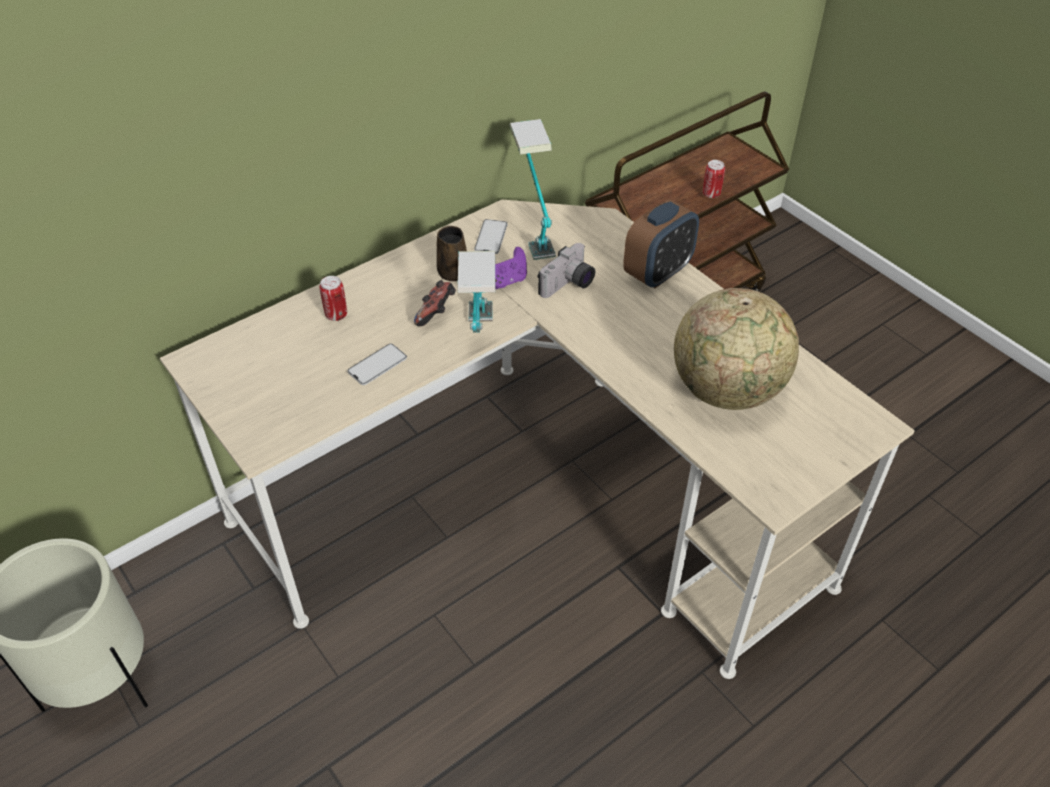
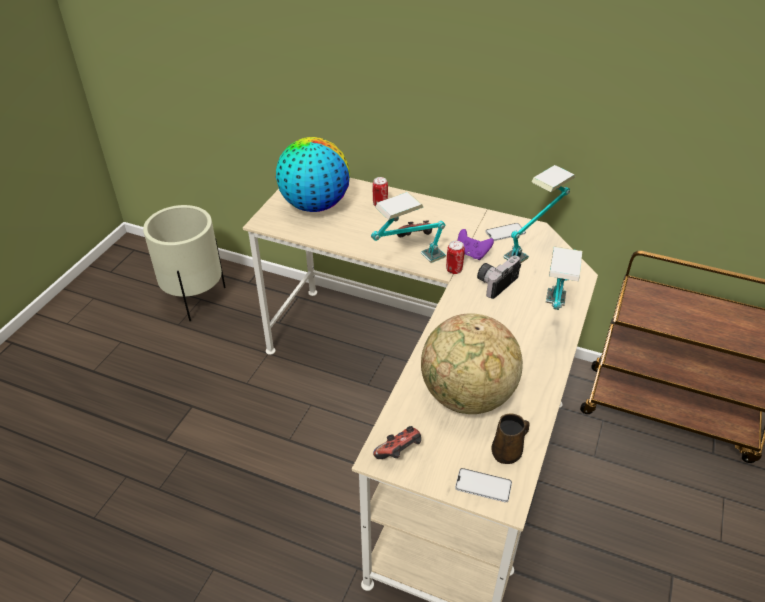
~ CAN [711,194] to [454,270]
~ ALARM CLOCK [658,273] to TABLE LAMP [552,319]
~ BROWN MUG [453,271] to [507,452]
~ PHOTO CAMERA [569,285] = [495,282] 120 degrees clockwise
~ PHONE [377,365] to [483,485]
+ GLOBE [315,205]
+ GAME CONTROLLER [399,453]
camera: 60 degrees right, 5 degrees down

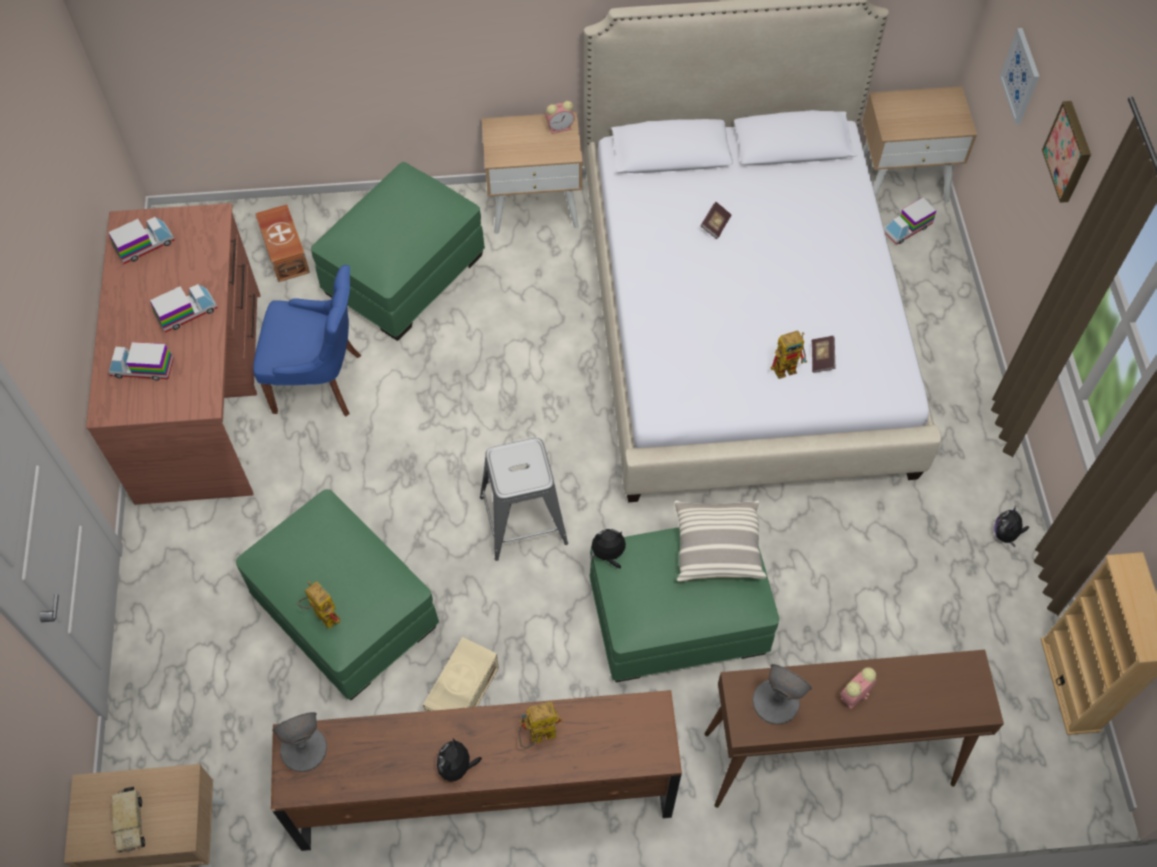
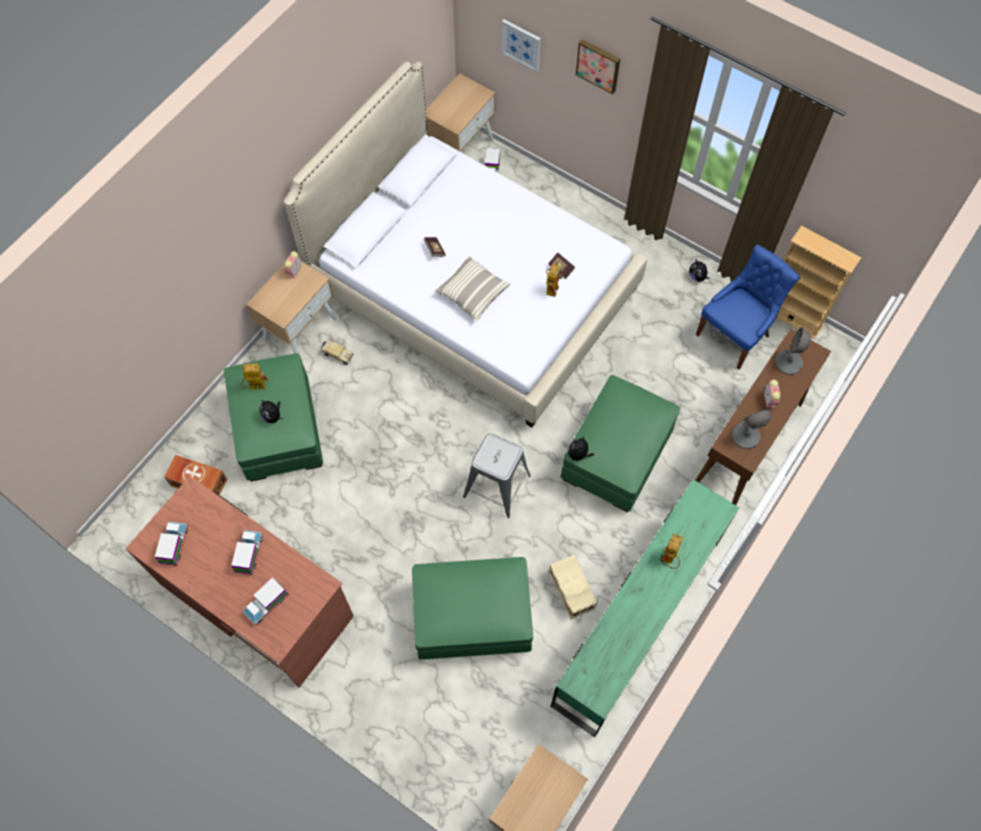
~ BLUE CHAIR [320,382] to [734,335]
~ PILLOW [717,547] to [472,293]
~ TOY ROBOT [322,614] to [254,387]
~ BROWN DRESSER [485,794] to GREEN DRESSER [637,621]
~ GREY TABLE LAMP [303,749] to [788,362]
~ PLUSH TOY [457,767] to [273,416]
~ TOY TRUCK [130,822] to [337,354]
camera: 50 degrees left, 5 degrees up

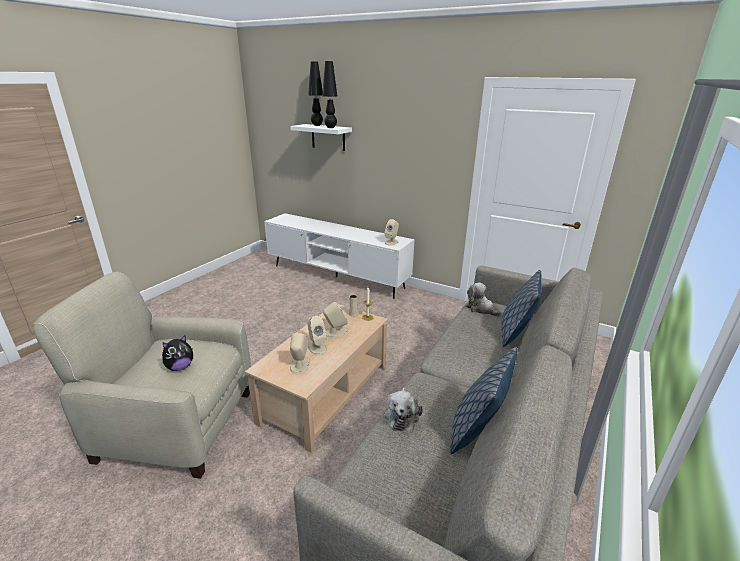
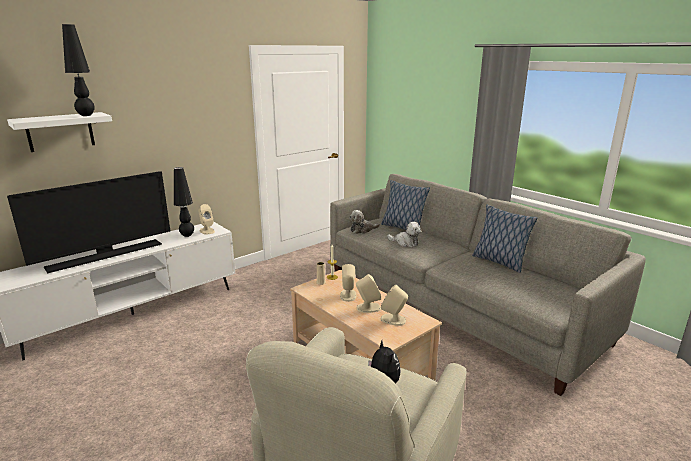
~ BLACK TABLE LAMP [317,125] to [187,235]
~ PLUSH TOY [401,415] to [405,243]
+ TELEVISION [106,255]
camera: 70 degrees left, 5 degrees down

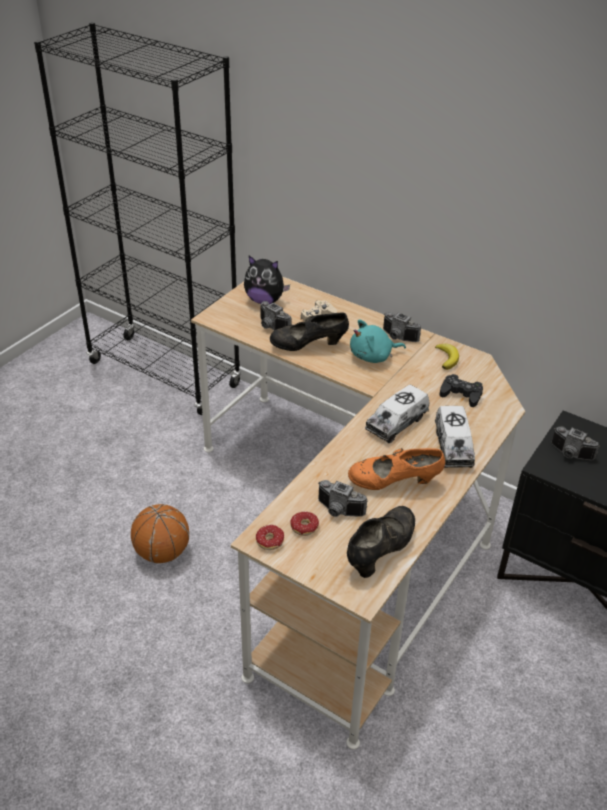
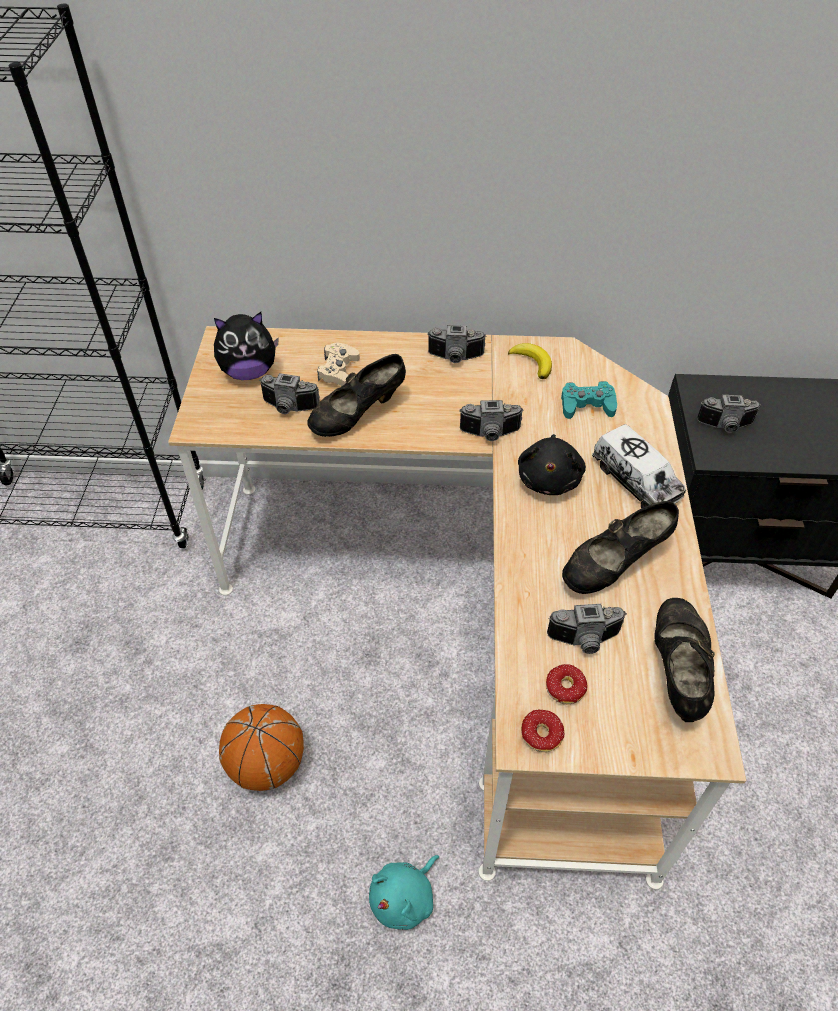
~ TURQUOISE PLUSH TOY [373,356] to [405,898]
~ BLACK GAME CONTROLLER [461,394] to TURQUOISE GAME CONTROLLER [586,405]
~ TOY TRUCK [397,423] to BLACK PLUSH TOY [549,478]
~ ORANGE SHOE [394,483] to BLACK SHOE [614,565]
+ PHOTO CAMERA [490,435]
camera: 30 degrees left, 10 degrees up

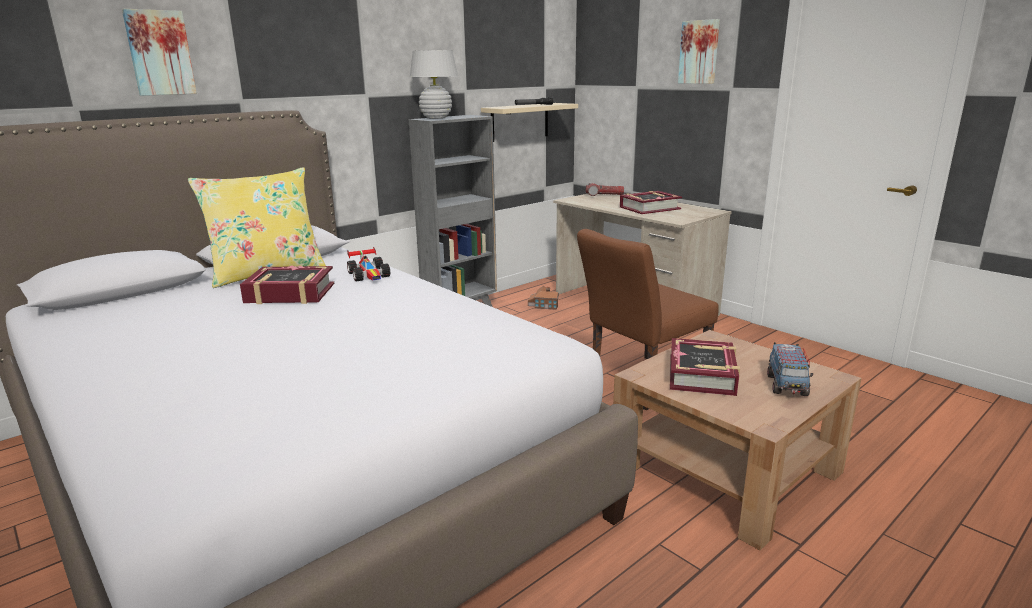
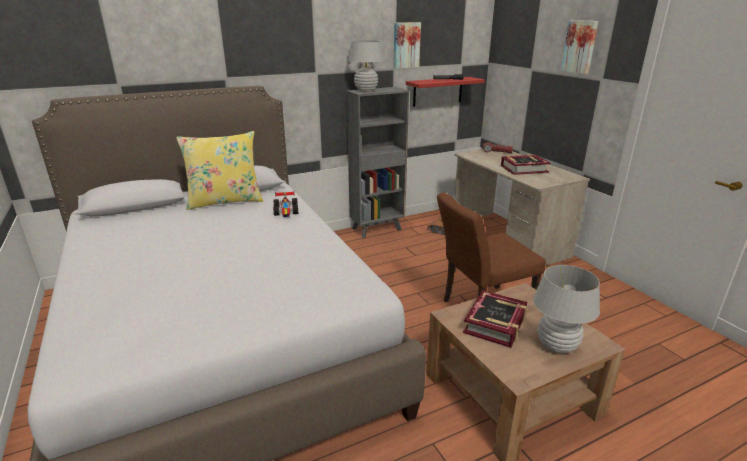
~ PICTURE [159,53] to [406,45]
~ BEIGE SHELF [520,122] to RED SHELF [437,91]
- BOOK [290,293]
~ TOY TRUCK [787,386] to WHITE TABLE LAMP [557,346]
camera: 15 degrees right, 5 degrees up

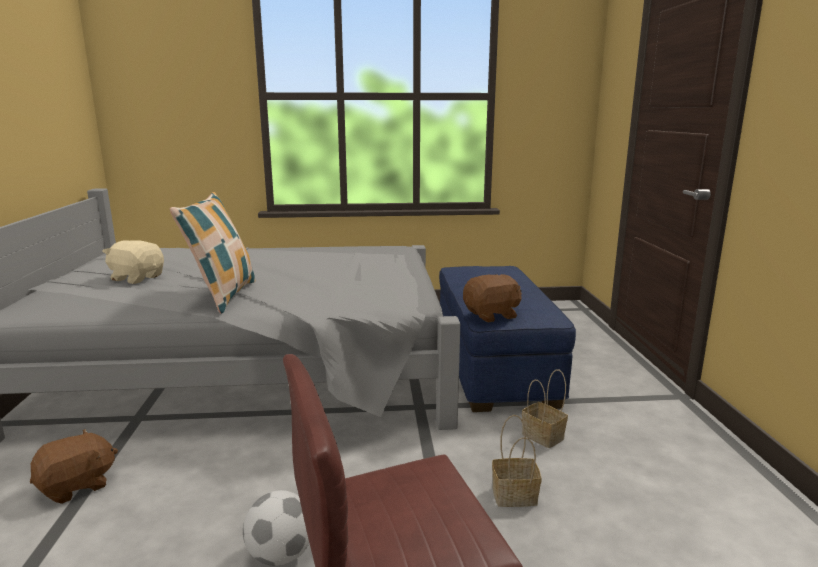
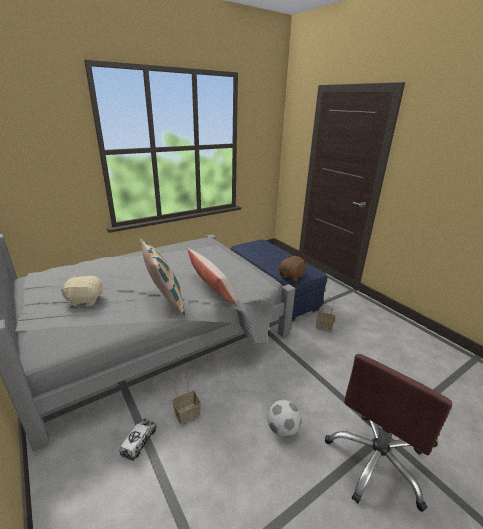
~ BASKET [513,496] to [186,414]
~ BROWN PLUSH TOY [77,486] to TOY TRUCK [139,442]
+ BEIGE PILLOW [211,289]
camera: 30 degrees left, 10 degrees up

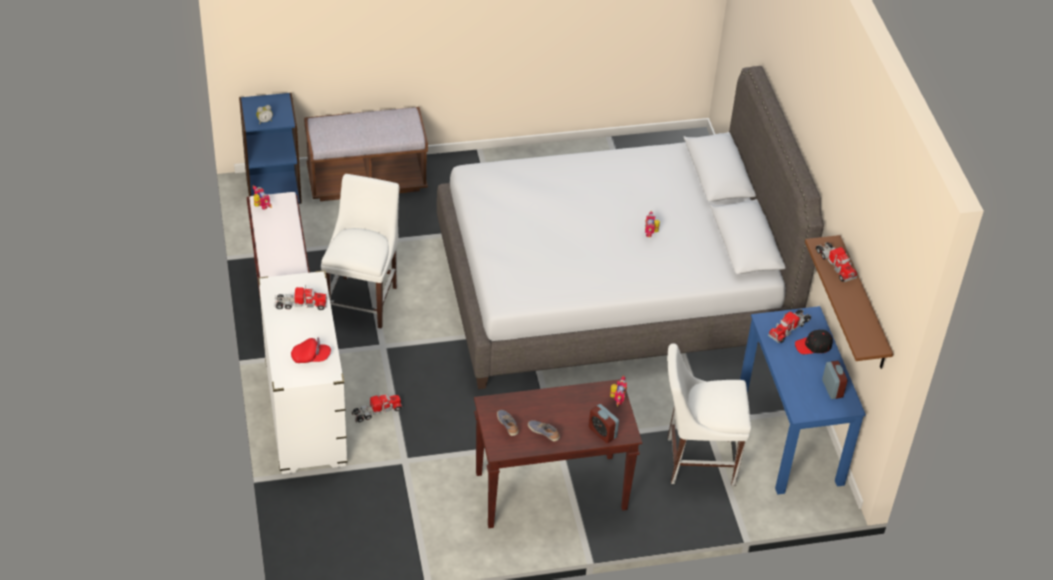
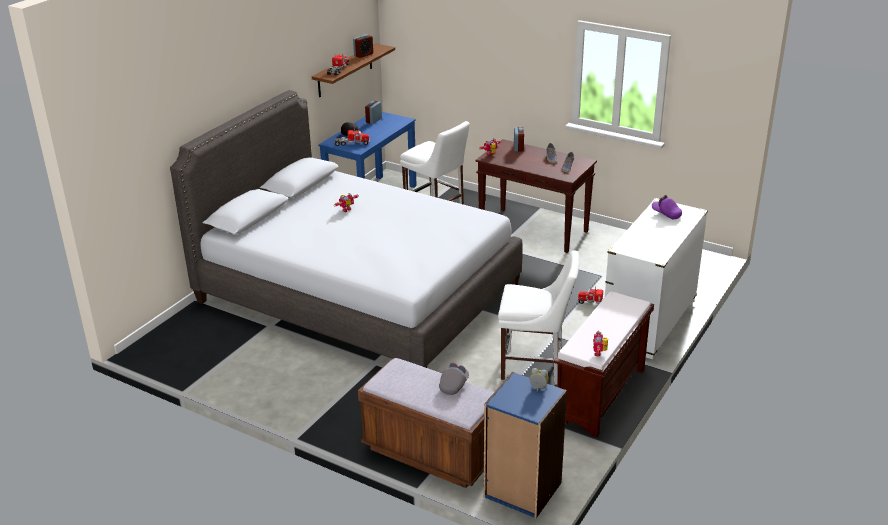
~ WHITE CHAIR [364,299] = [535,367] 135 degrees counterclockwise
- TOY TRUCK [300,304]
~ RED CAP [311,357] to PURPLE CAP [666,214]
+ ALARM CLOCK [363,55]
+ GREY CAP [454,385]
camera: 135 degrees left, 15 degrees down

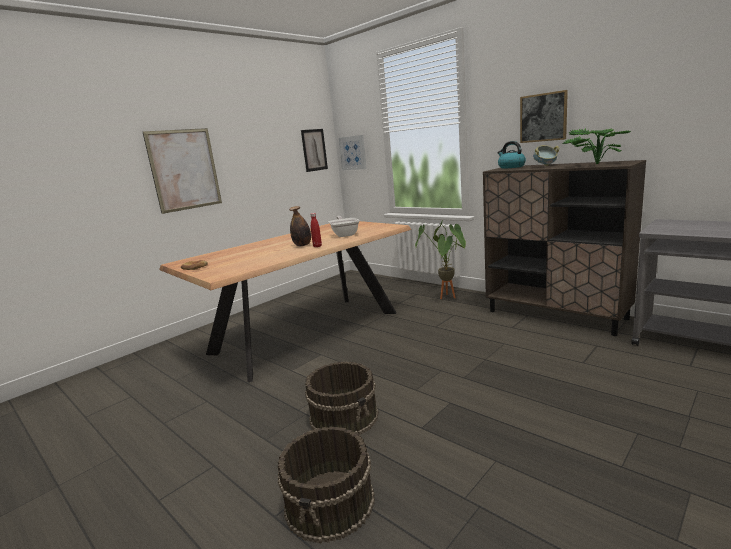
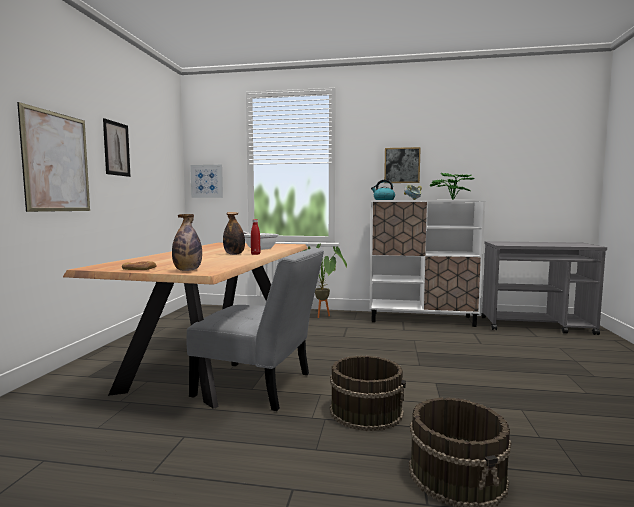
~ PICTURE [314,150] to [116,149]
~ BROWN CABINET [556,315] to WHITE CABINET [422,319]
+ BOTTLE [187,270]
+ GREY CHAIR [259,386]
camera: 35 degrees left, 10 degrees down

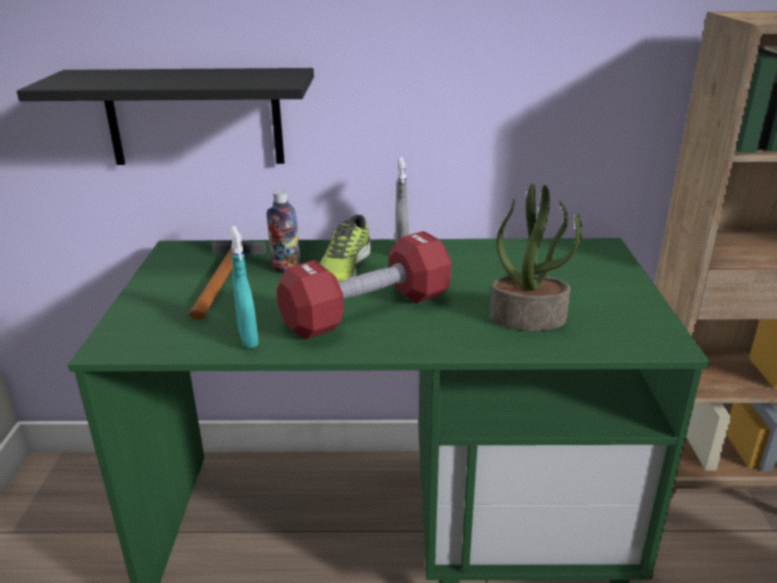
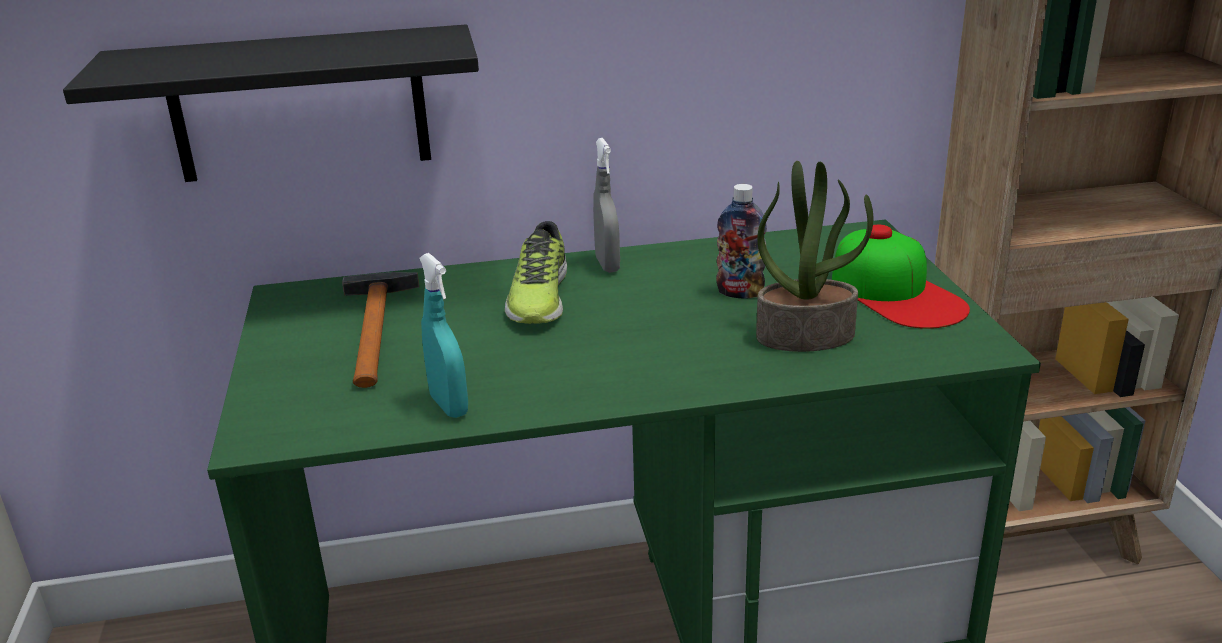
~ BOTTLE [286,269] to [740,292]
- RED DUMBBELL [368,311]
+ CAP [896,293]
camera: 10 degrees left, 0 degrees up

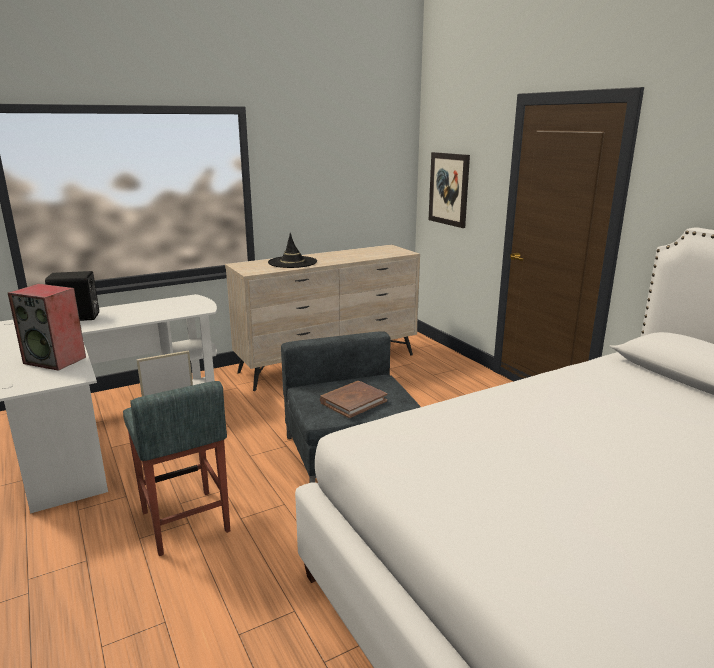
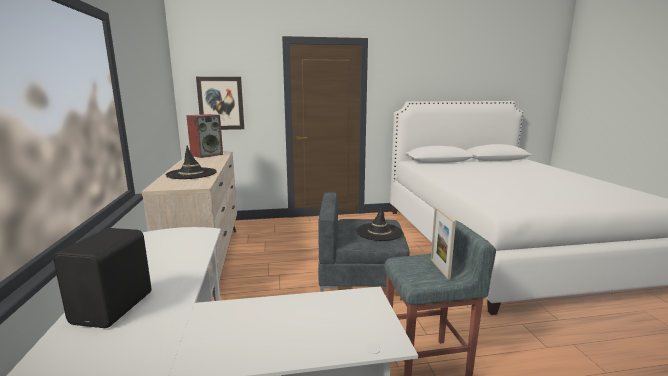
~ SPEAKER [56,360] to [207,155]
~ BROWN BOOK [353,402] to BLACK HAT [379,232]
camera: 70 degrees left, 5 degrees down

